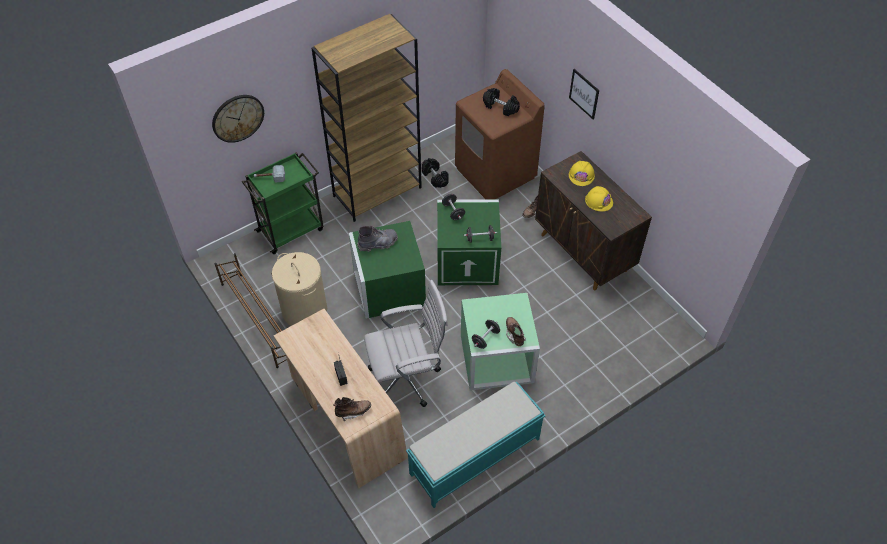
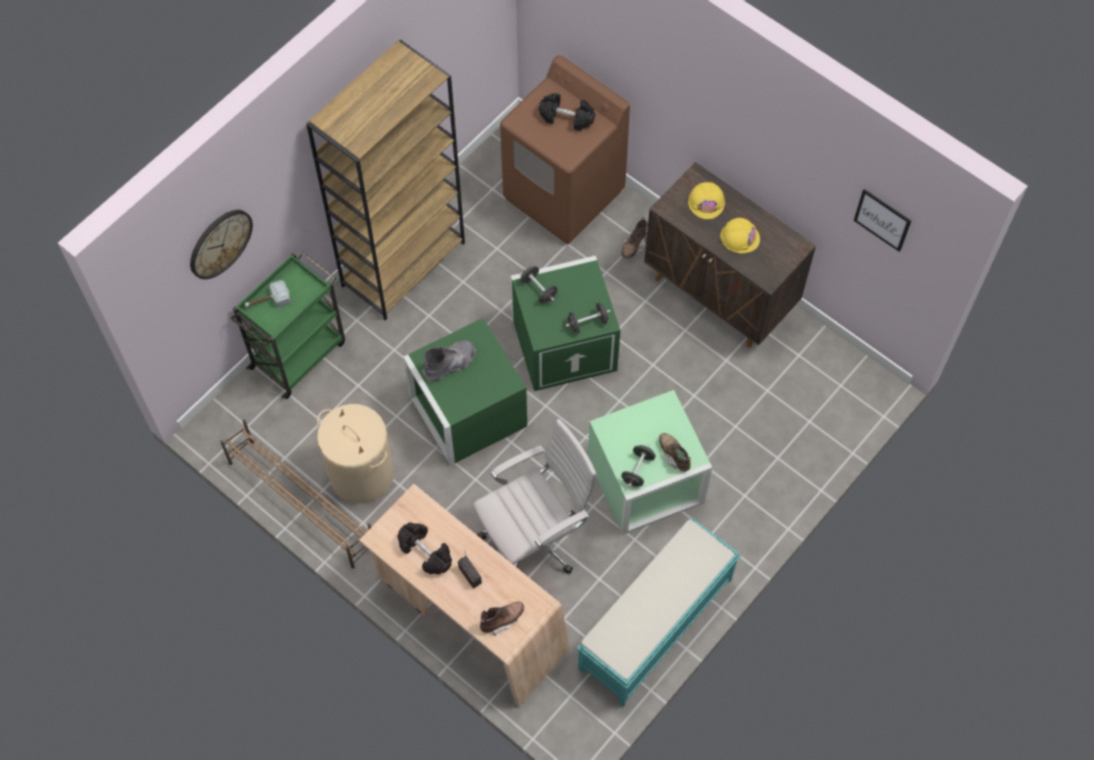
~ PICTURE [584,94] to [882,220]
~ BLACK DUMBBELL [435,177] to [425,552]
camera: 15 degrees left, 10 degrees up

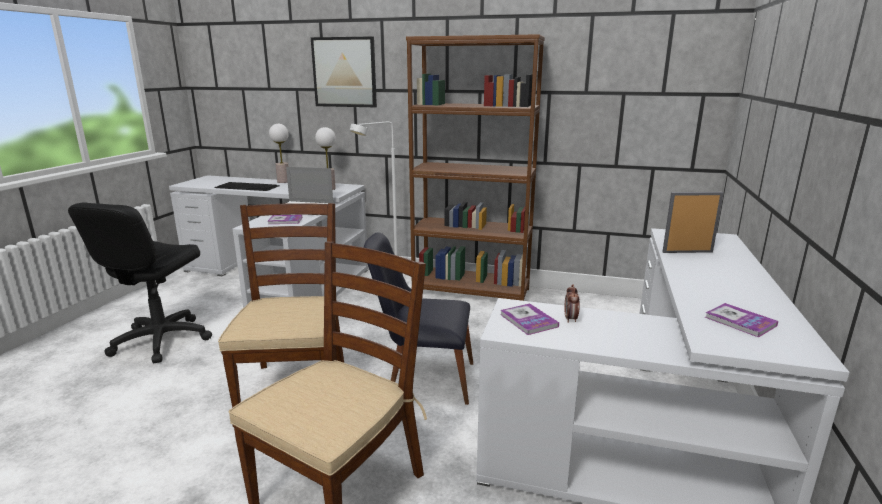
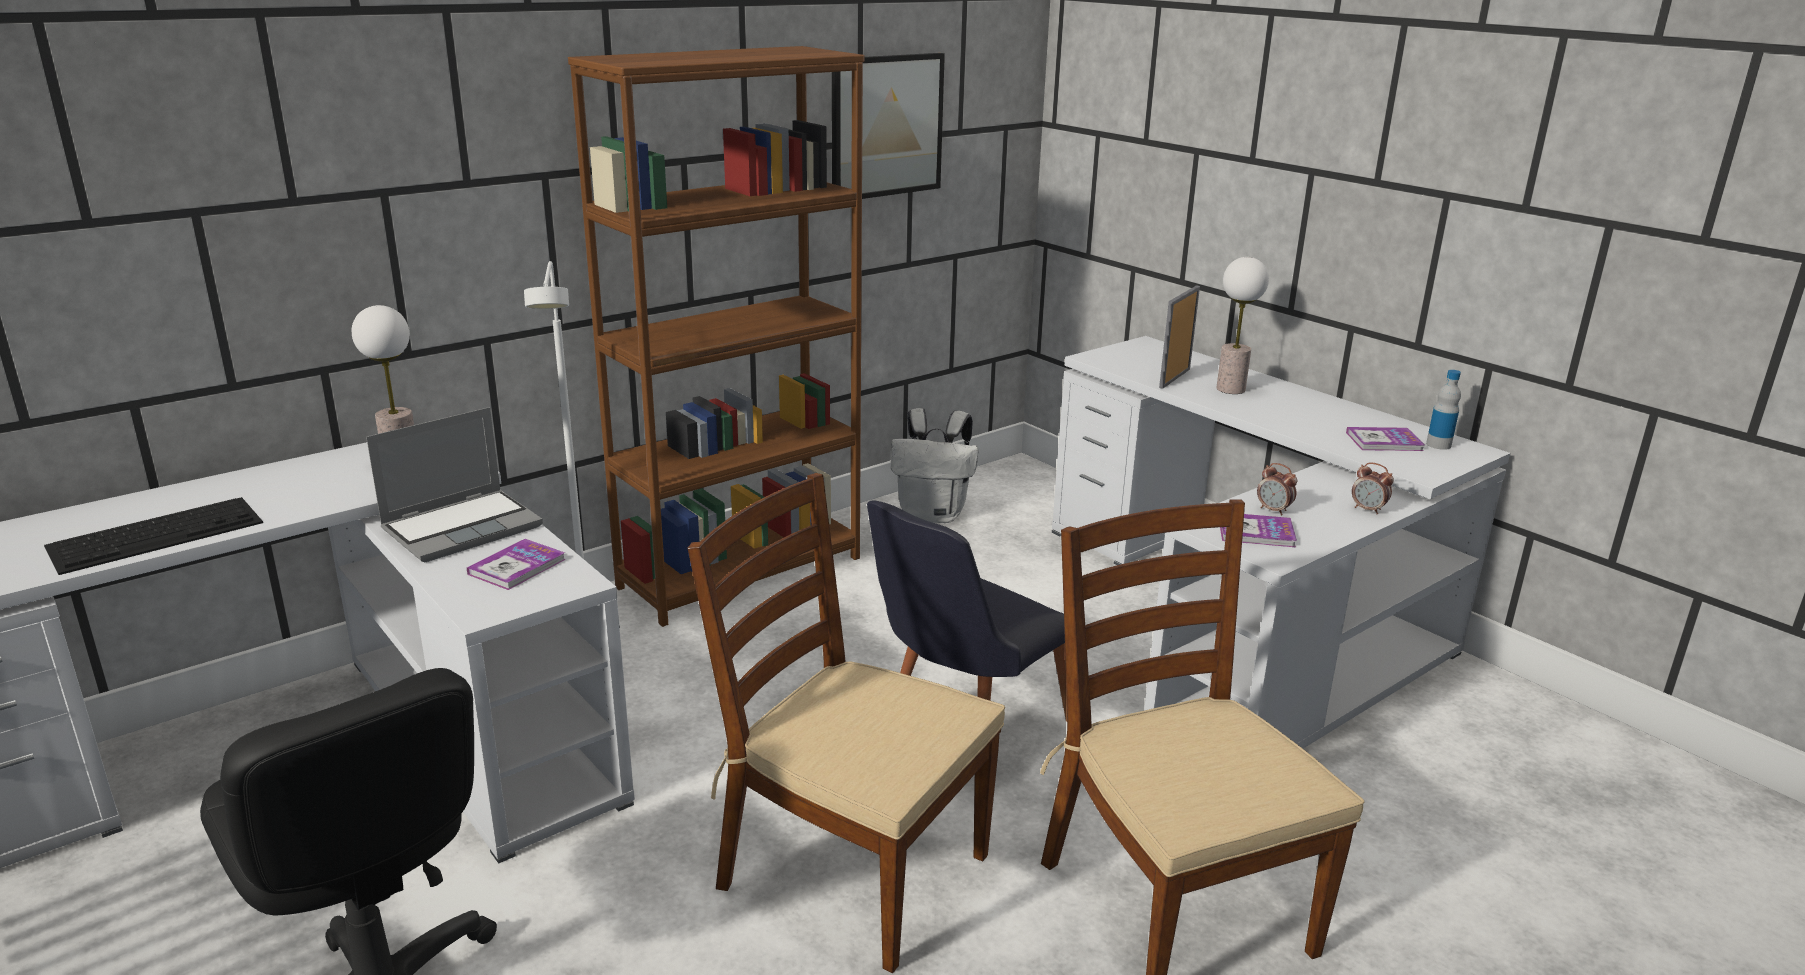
~ PICTURE [344,72] to [886,126]
~ TABLE LAMP [283,181] to [1231,389]
+ BOTTLE [1438,445]
+ WHITE BACKPACK [933,515]
+ ALARM CLOCK [1368,509]
camera: 55 degrees left, 5 degrees up

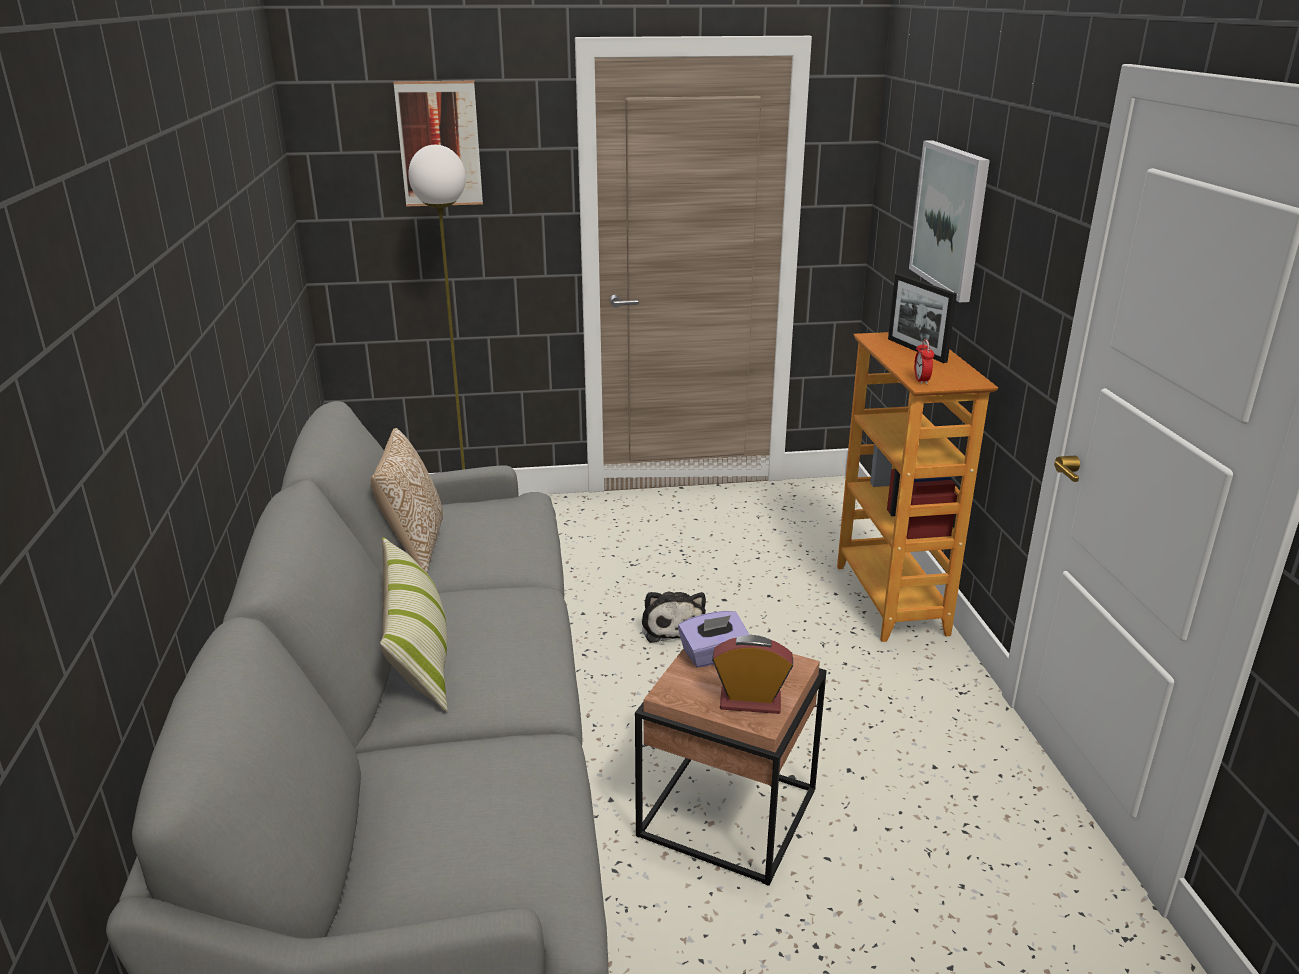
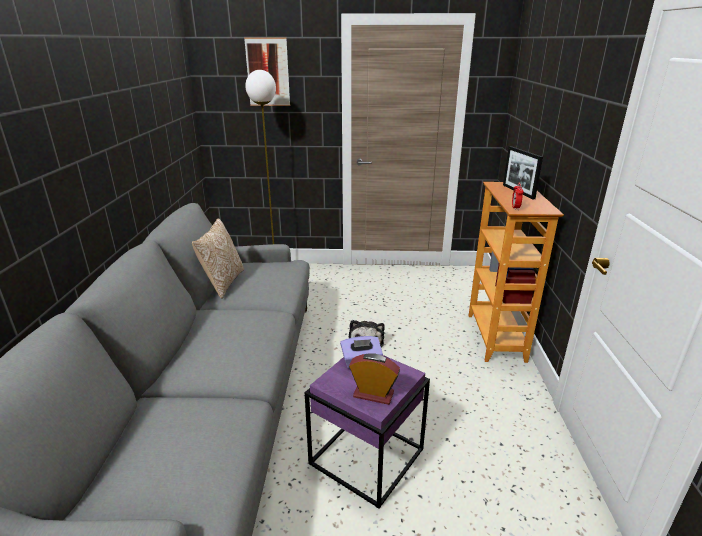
- PICTURE [950,218]
- PILLOW [419,653]
~ BROWN SIDE TABLE [730,812] to PURPLE SIDE TABLE [368,457]
camera: 10 degrees right, 0 degrees up

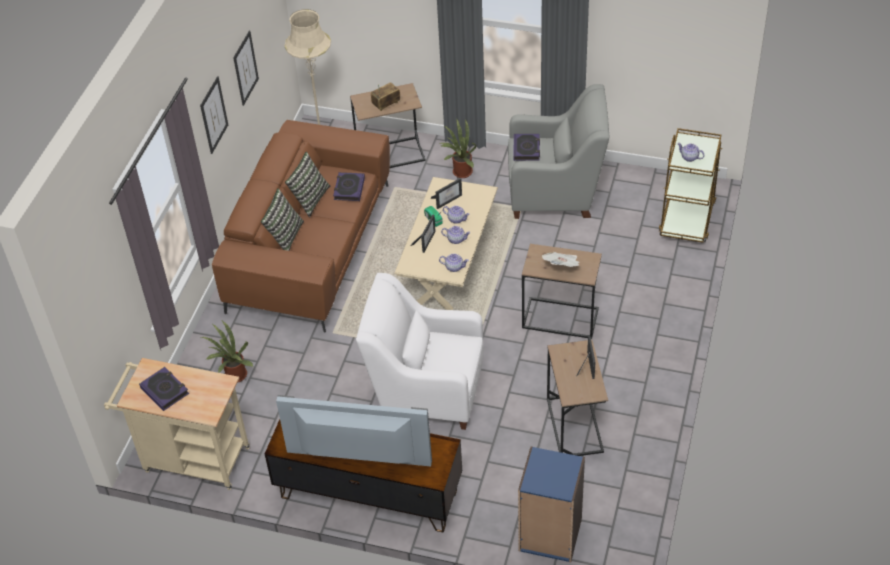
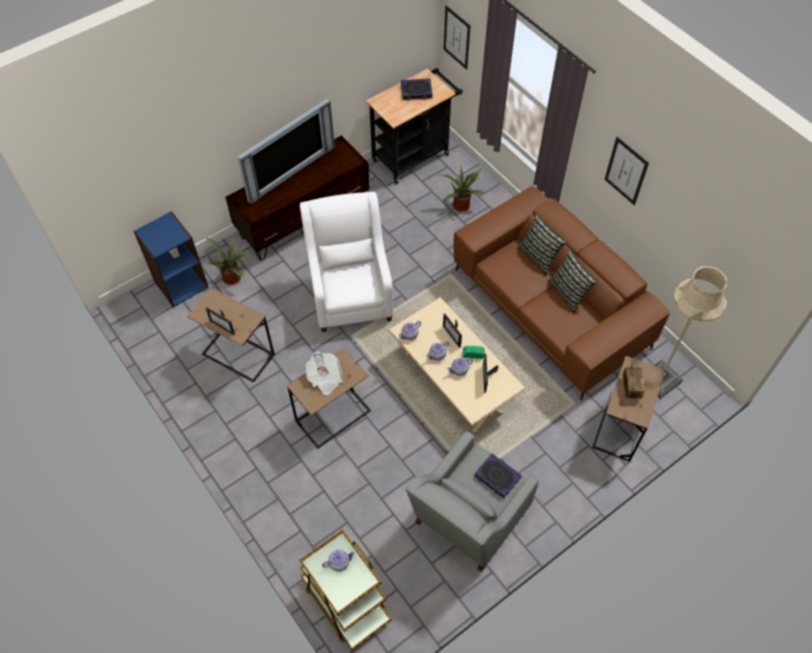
~ PICTURE [245,68] to [457,37]
~ POTTED PLANT [460,172] to [233,277]
- BOOK [349,189]
~ WHITE ARMCHAIR [426,390] = [350,293] 60 degrees counterclockwise
~ BEIGE CART [190,459] to BLACK CART [414,155]
camera: 125 degrees right, 10 degrees up

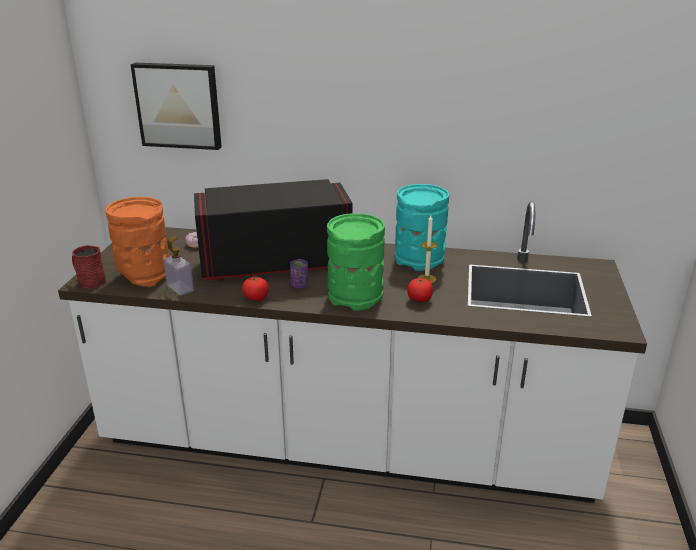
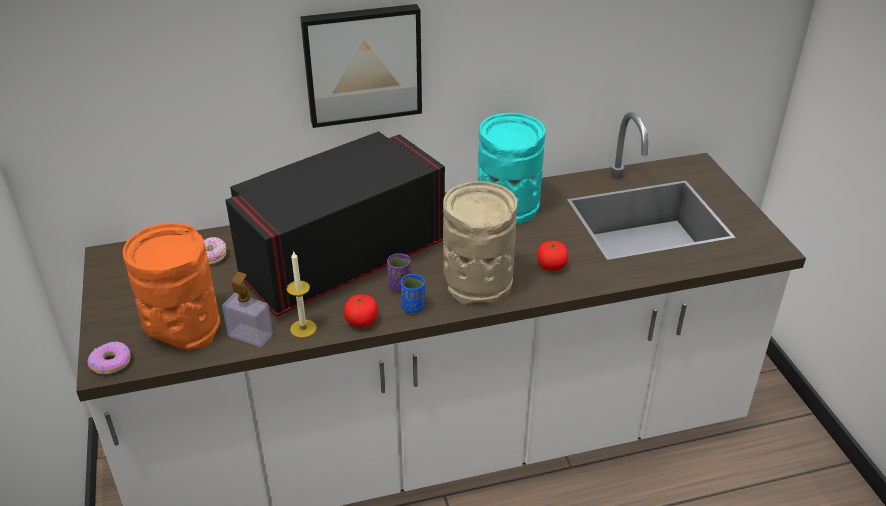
~ PICTURE [179,105] to [362,64]
~ GREEN VASE [356,296] to BEIGE VASE [478,283]
~ CANDLE [426,279] to [303,328]
~ RED MUG [89,281] to DONUT [111,362]
+ BLUE CUP [413,307]
camera: 25 degrees left, 10 degrees up

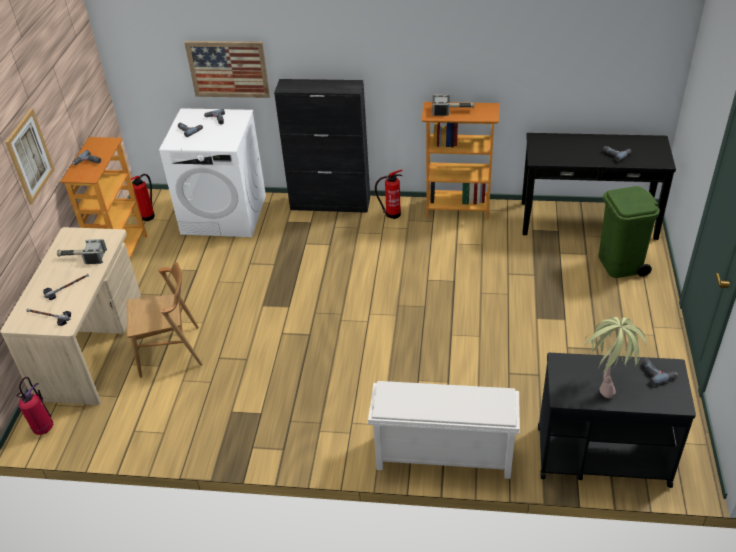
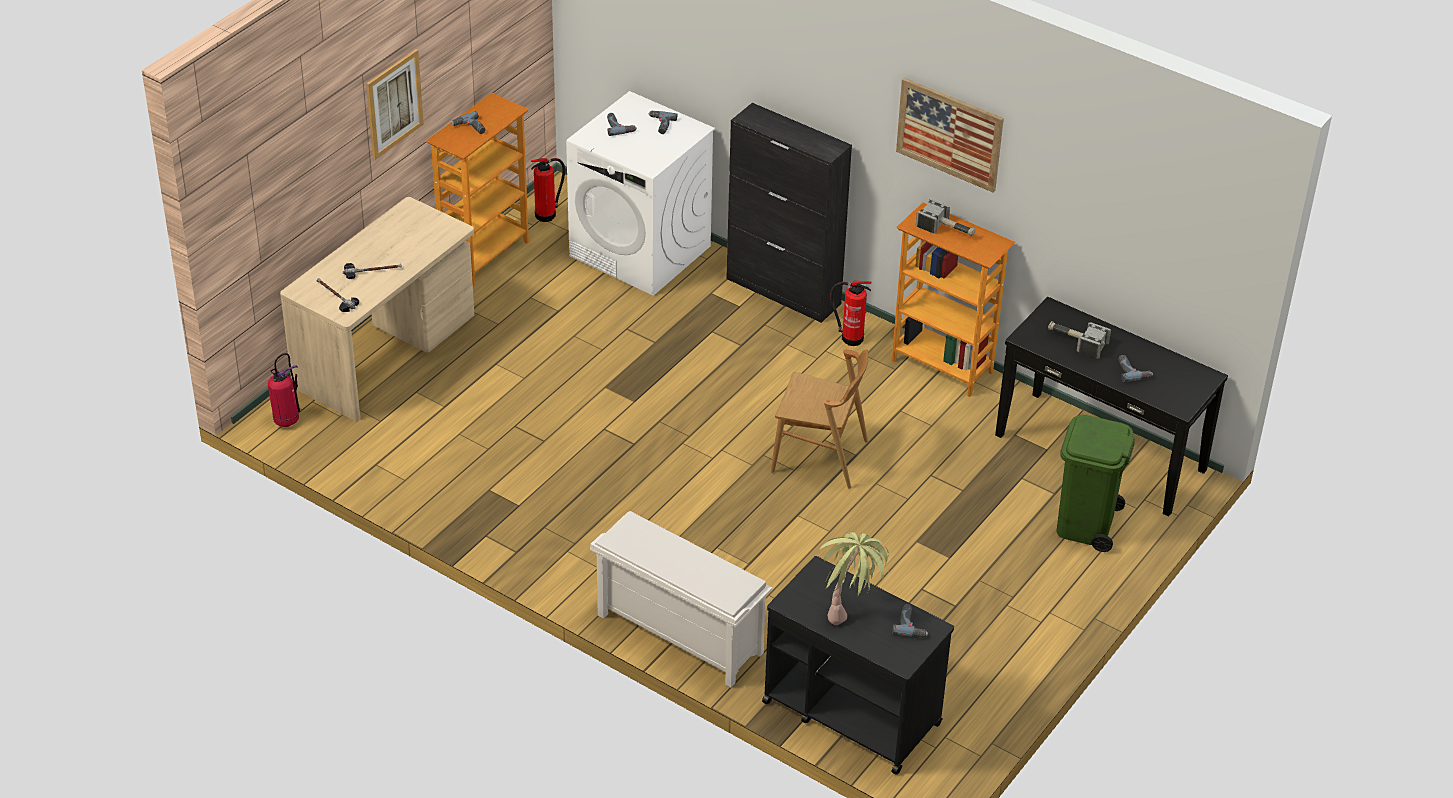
~ PICTURE [228,69] to [949,134]
~ HAMMER [82,257] to [1076,342]
~ BROWN CHAIR [170,351] to [820,456]
camera: 25 degrees right, 0 degrees up

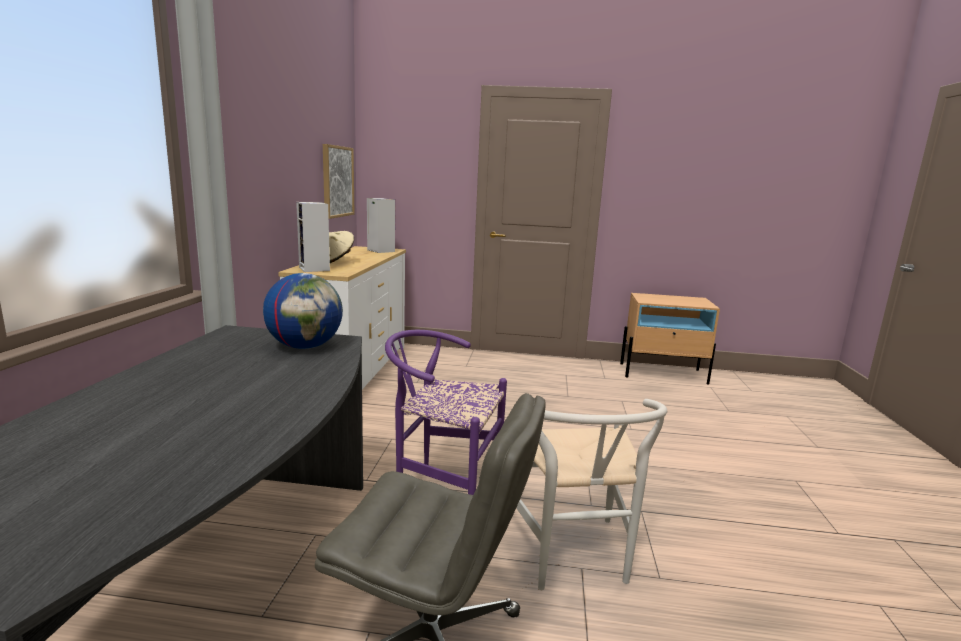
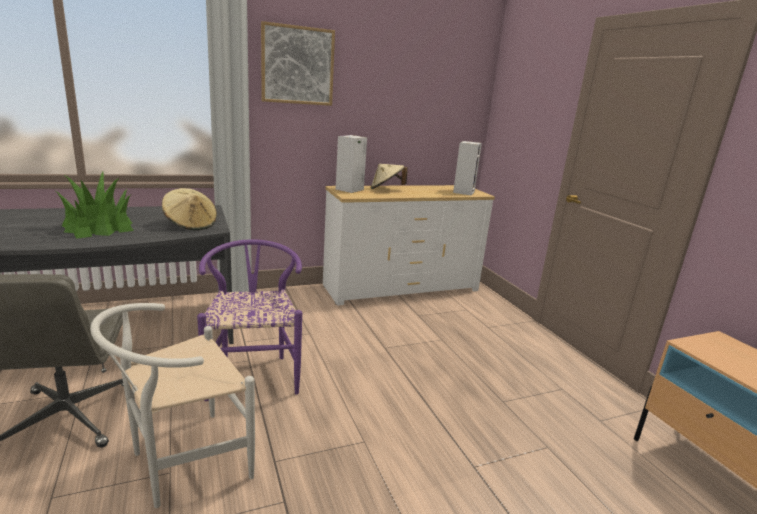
~ PICTURE [337,181] to [297,65]
~ GLOBE [305,347] to BEIGE HAT [191,225]
+ POTTED PLANT [99,228]
camera: 60 degrees right, 5 degrees up

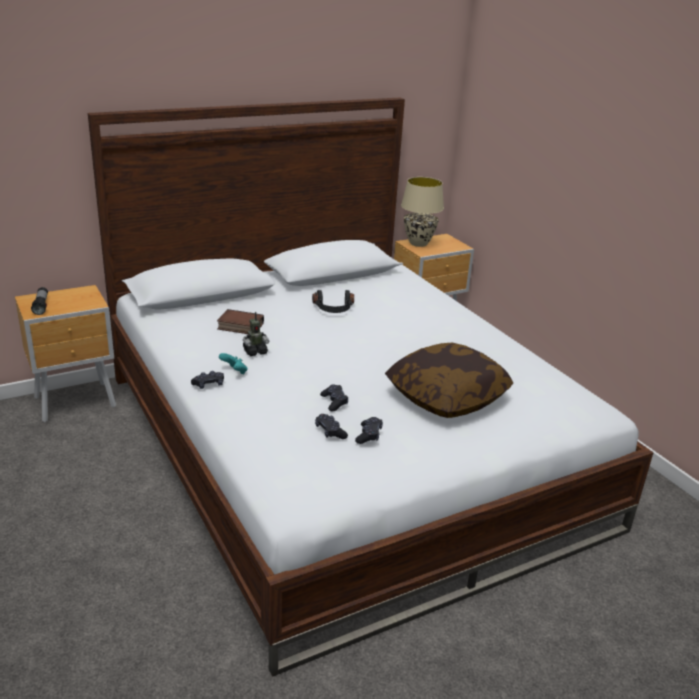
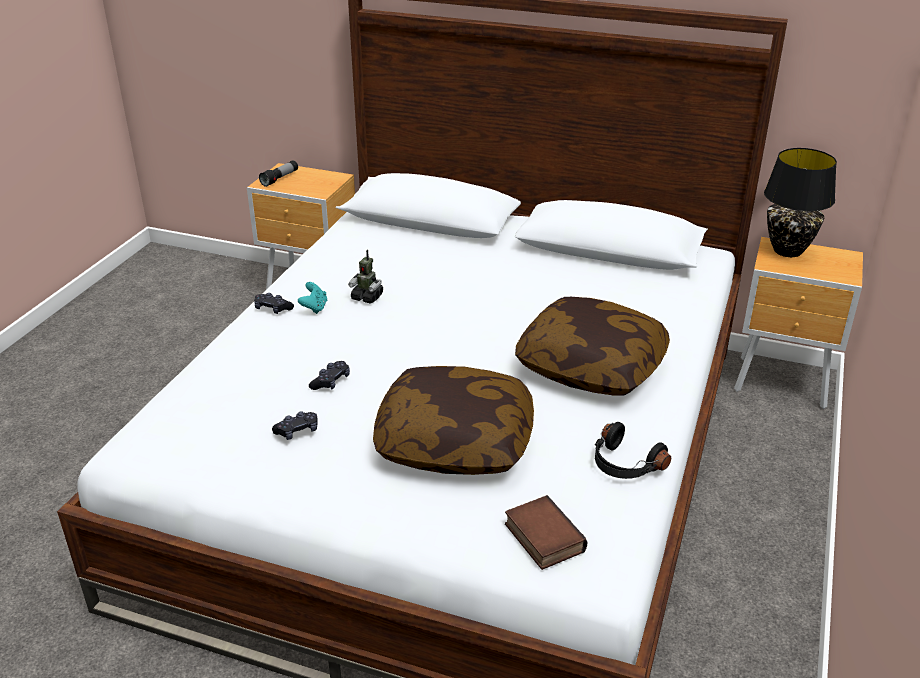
~ BEIGE TABLE LAMP [418,243] to BLACK TABLE LAMP [786,251]
~ BLACK HEADPHONES [333,309] to [624,465]
~ BOOK [239,326] to [541,537]
- BLACK GAME CONTROLLER [330,432]
+ PILLOW [591,366]
camera: 50 degrees right, 5 degrees up

